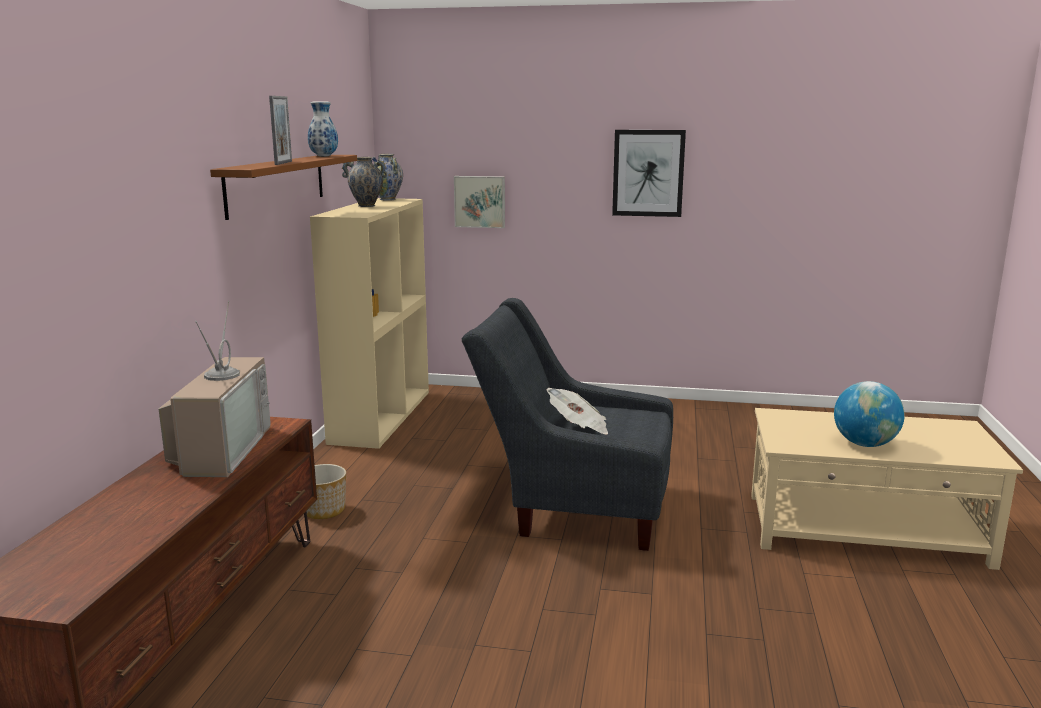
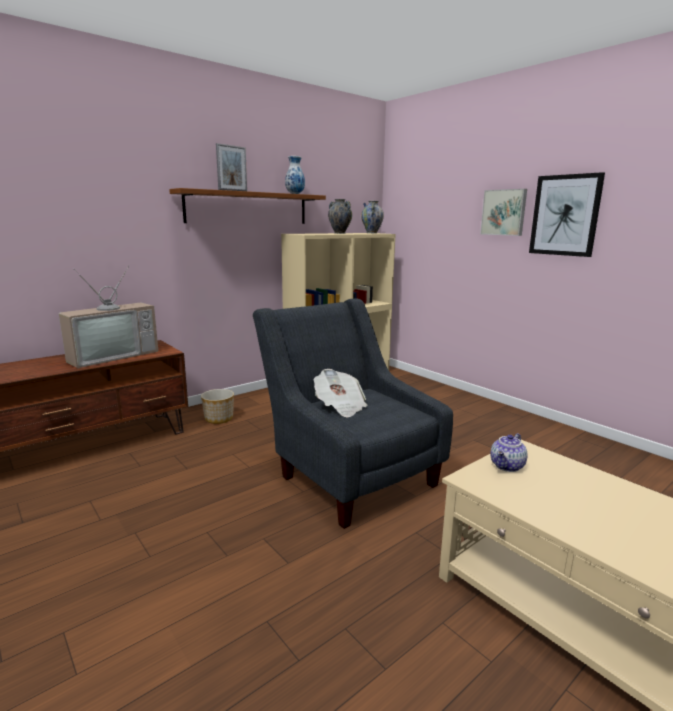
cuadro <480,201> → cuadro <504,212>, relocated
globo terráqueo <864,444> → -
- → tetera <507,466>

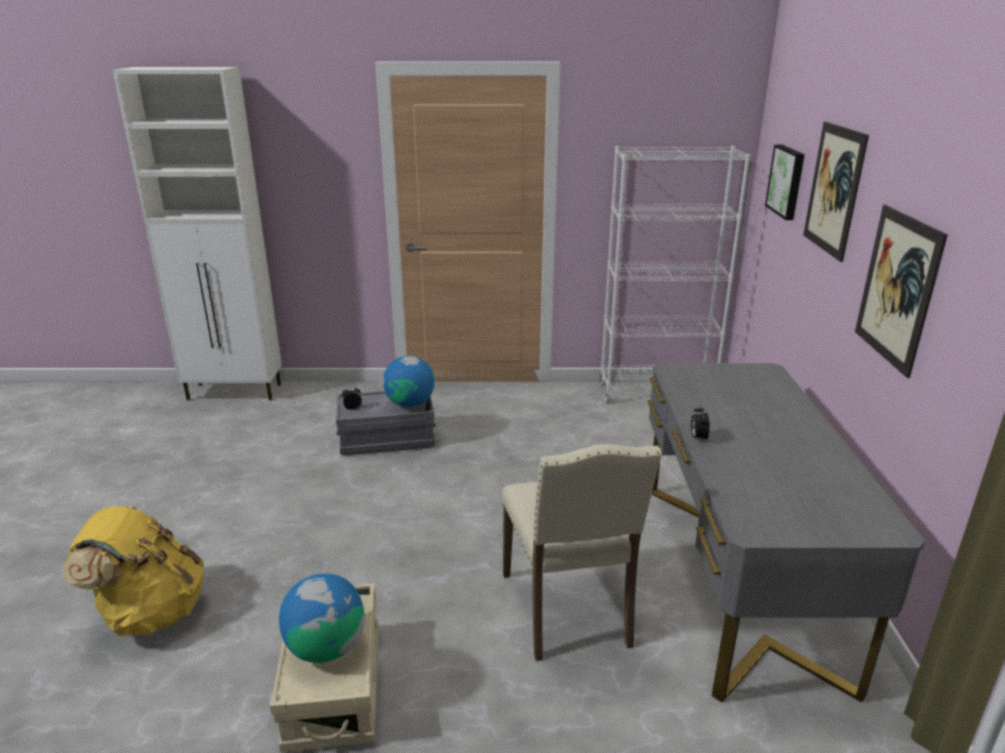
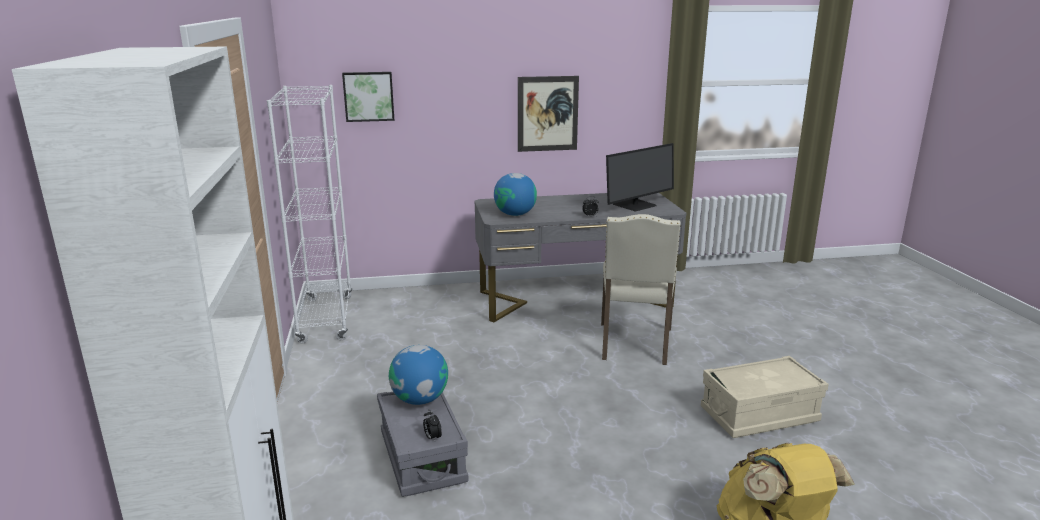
globo terráqueo <326,648> → globo terráqueo <515,214>, relocated
silla/beis <569,610> → silla/beis <634,344>, 120 degrees clockwise
cuadro <834,190> → -
- → monitor <635,205>

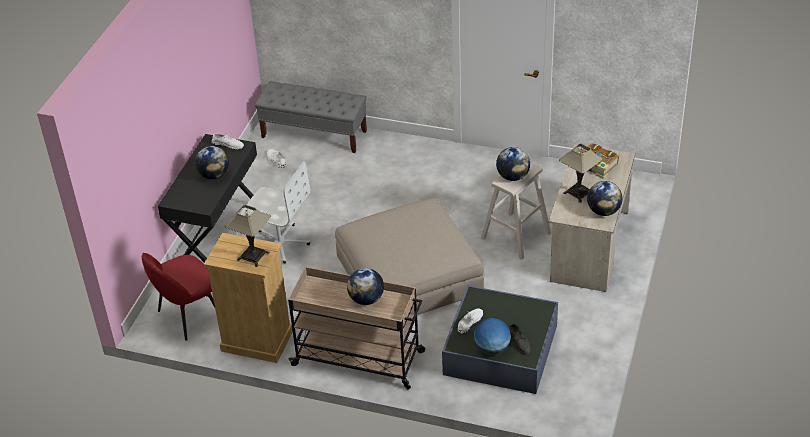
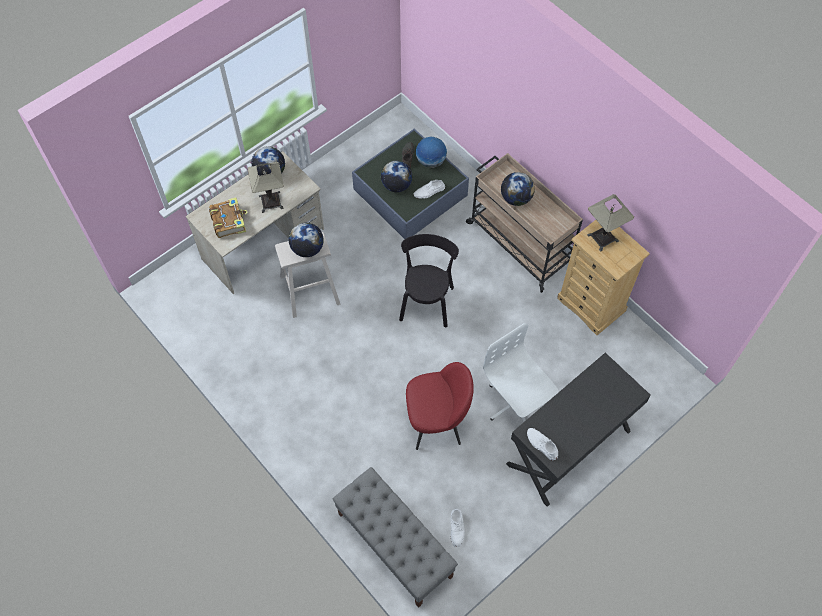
silla/rojo <188,316> → silla/rojo <437,421>, relocated
globo terráqueo <214,175> → globo terráqueo <396,185>, relocated
puf/beis <409,274> → silla/negro <427,301>

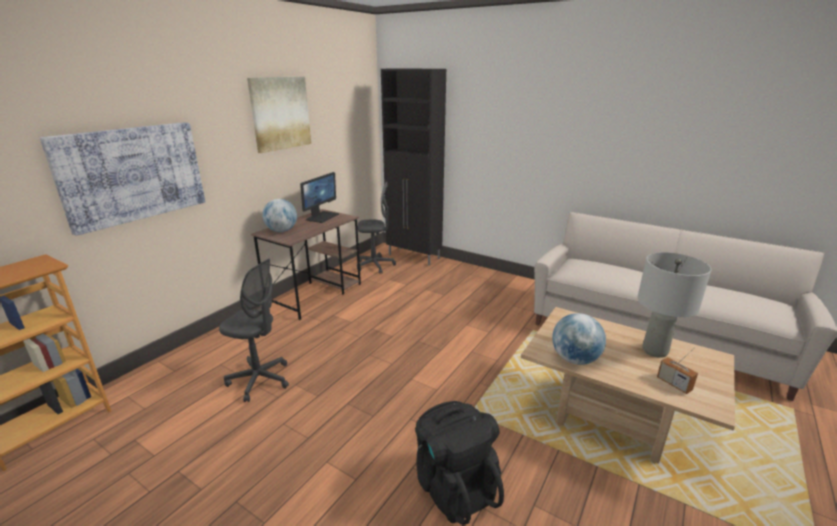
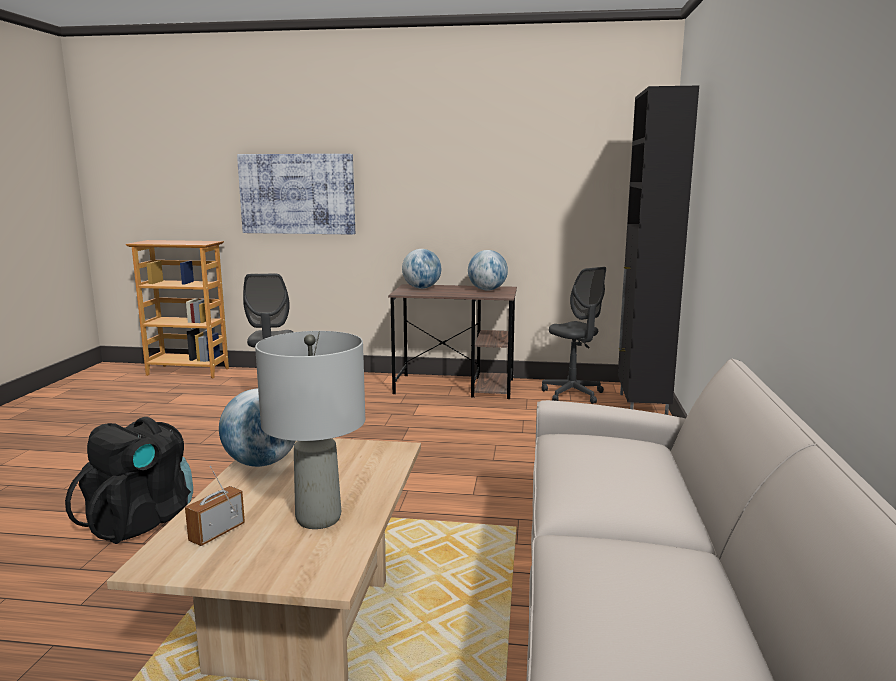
cuadro <280,113> → -
monitor <322,217> → globo terráqueo <487,290>

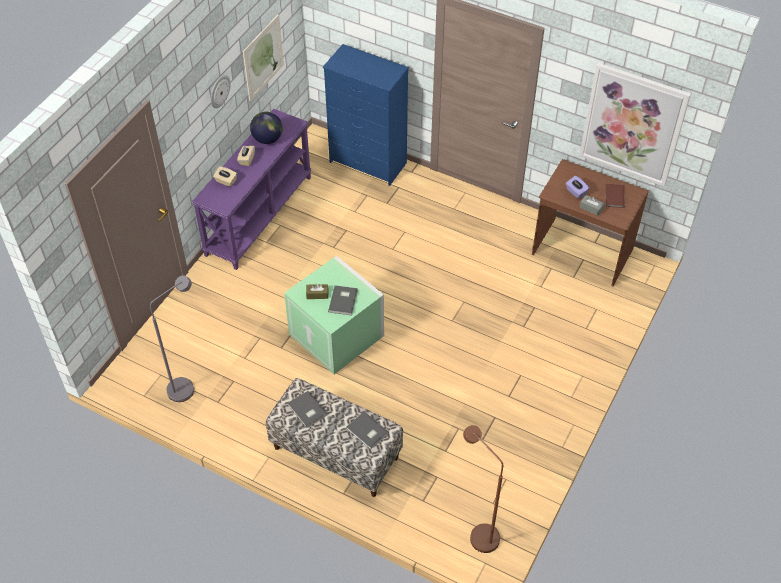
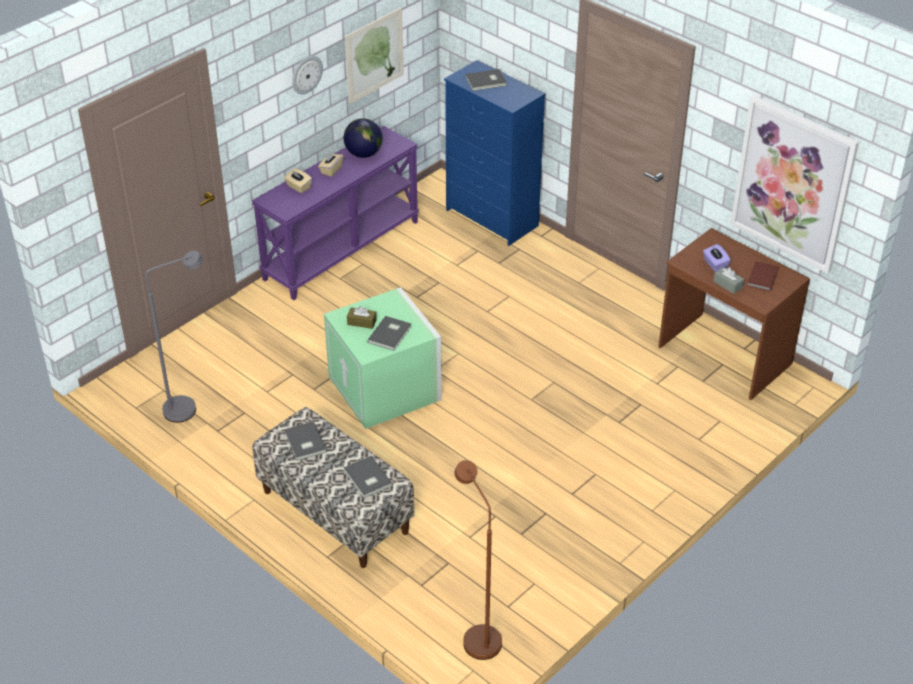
- → libro/gris <486,81>

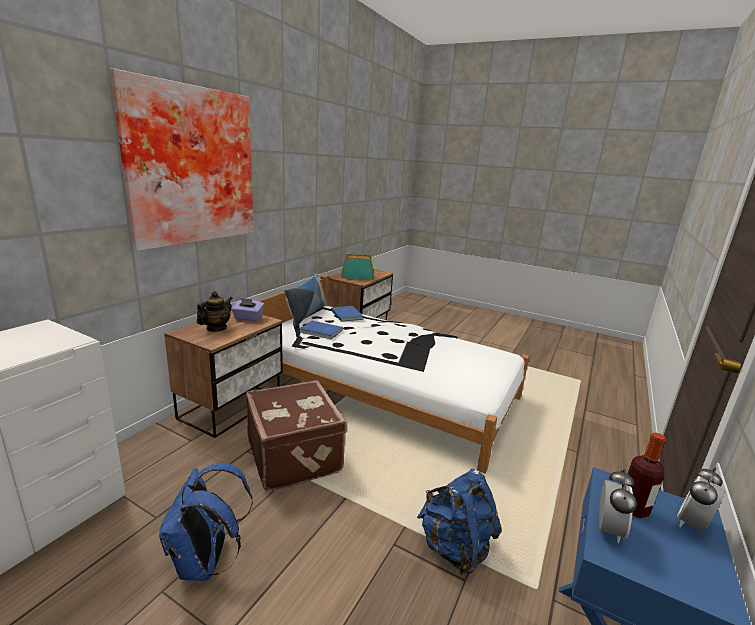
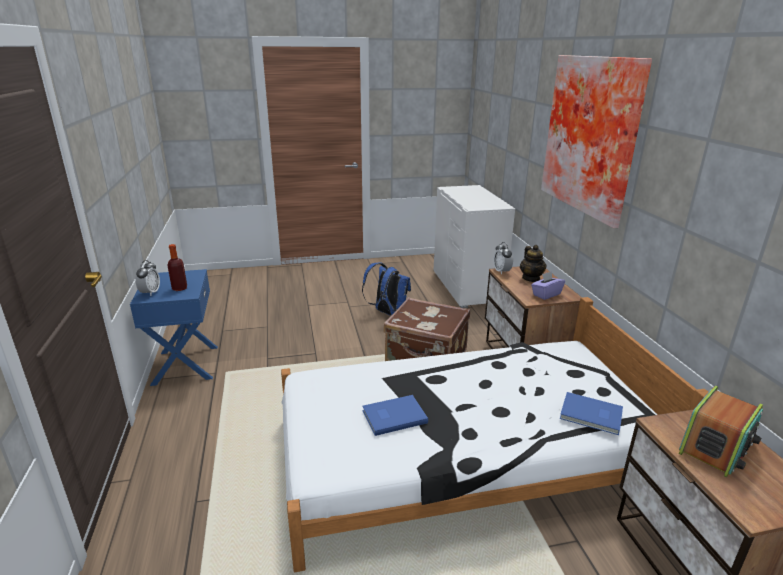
cojín <306,314> → -
libro/azul <321,331> → libro/azul <393,416>, relocated
mochila/azul <455,547> → -
despertador <608,529> → despertador <501,271>, relocated

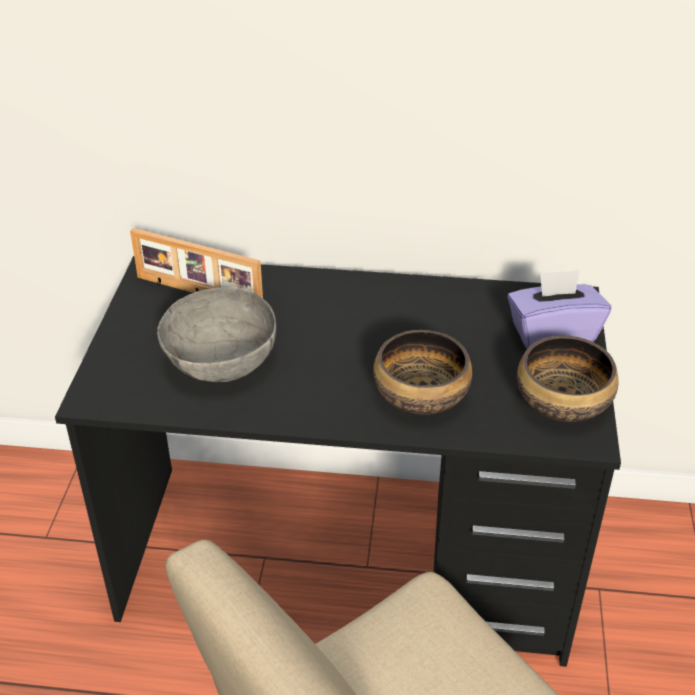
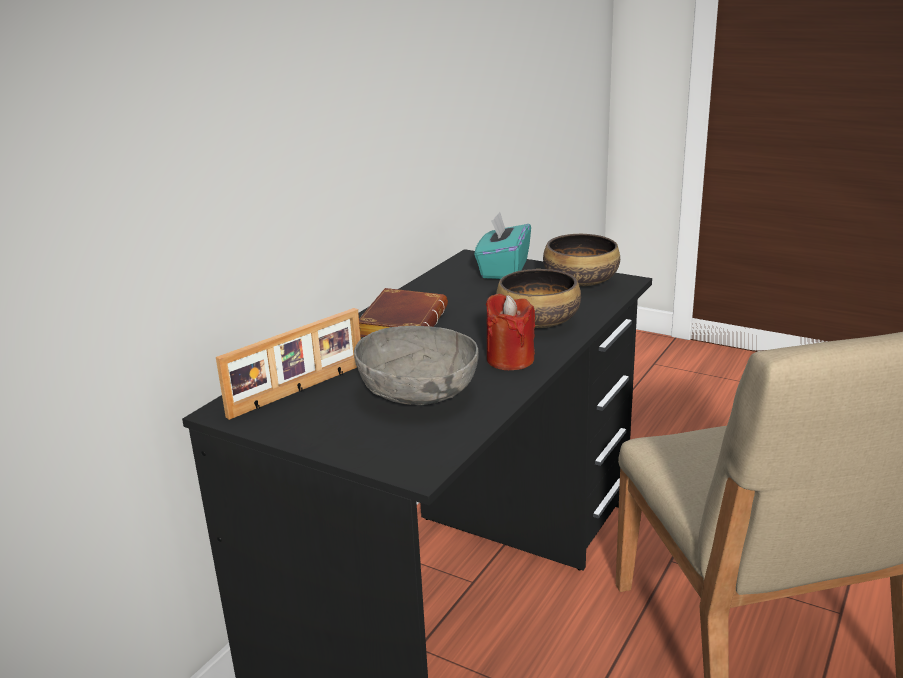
caja de pañuelos/morado <552,333> → caja de pañuelos/turquesa <503,270>
- → libro/marrón <401,324>
- → vela/rojo <510,360>

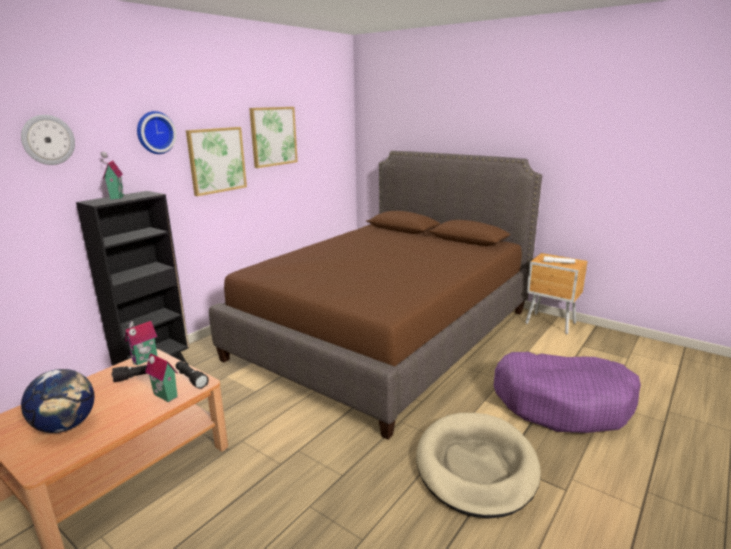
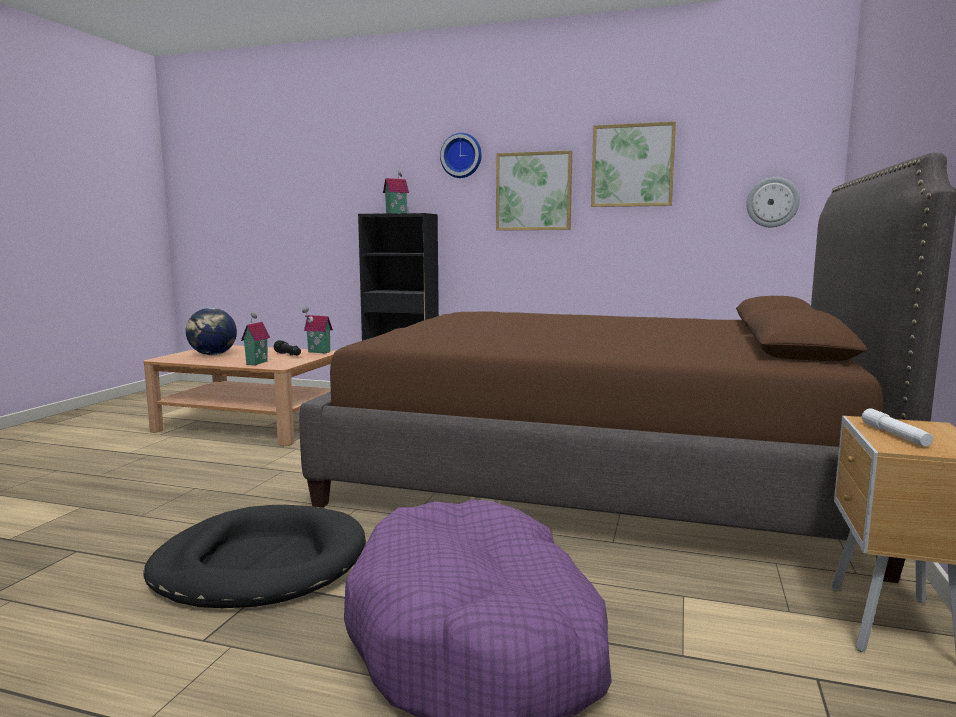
reloj de pared <48,140> → reloj de pared <772,202>, relocated
linterna/negro <190,378> → -
cama para perro/beis <476,466> → cama para perro/negro <260,564>

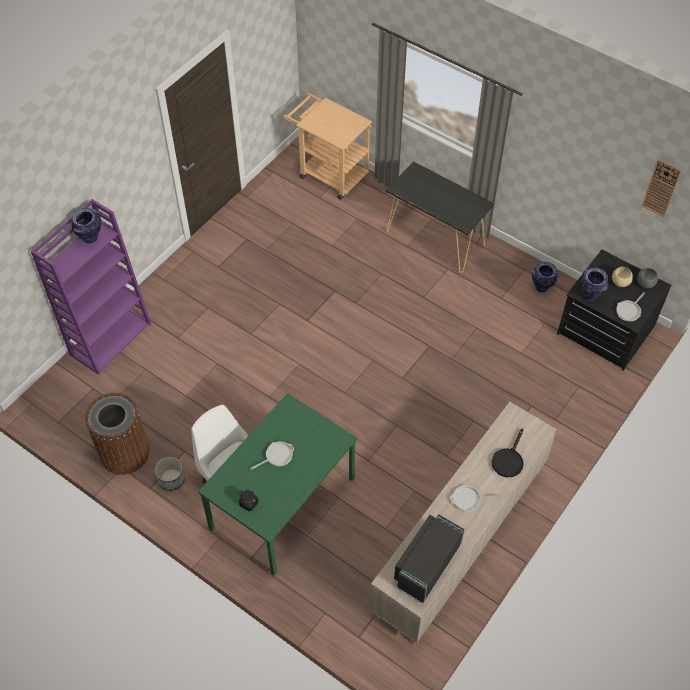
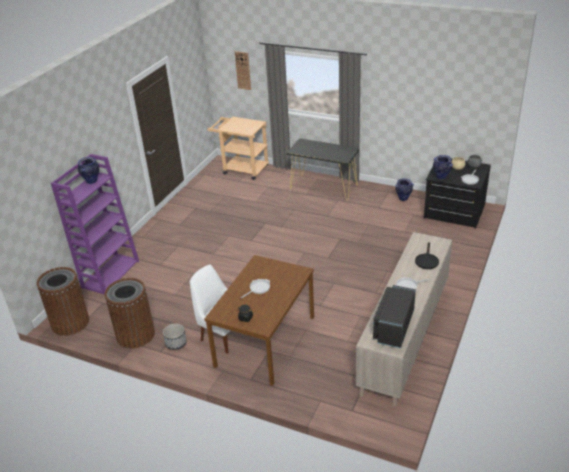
mesa de comedor/verde <283,504> → mesa de comedor/marrón <265,341>
reloj de pared <661,187> → reloj de pared <243,70>, relocated
- → papelera/marrón <70,322>

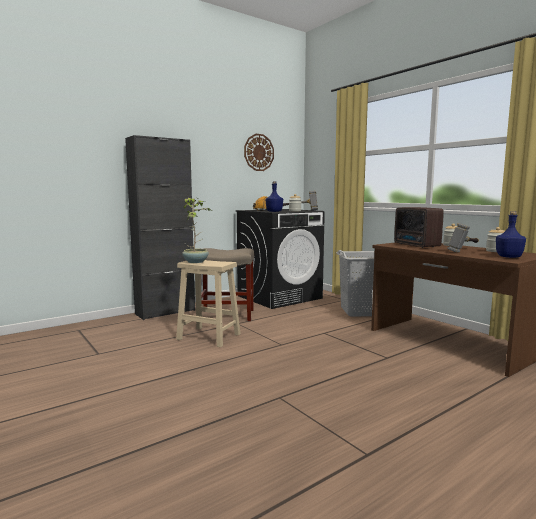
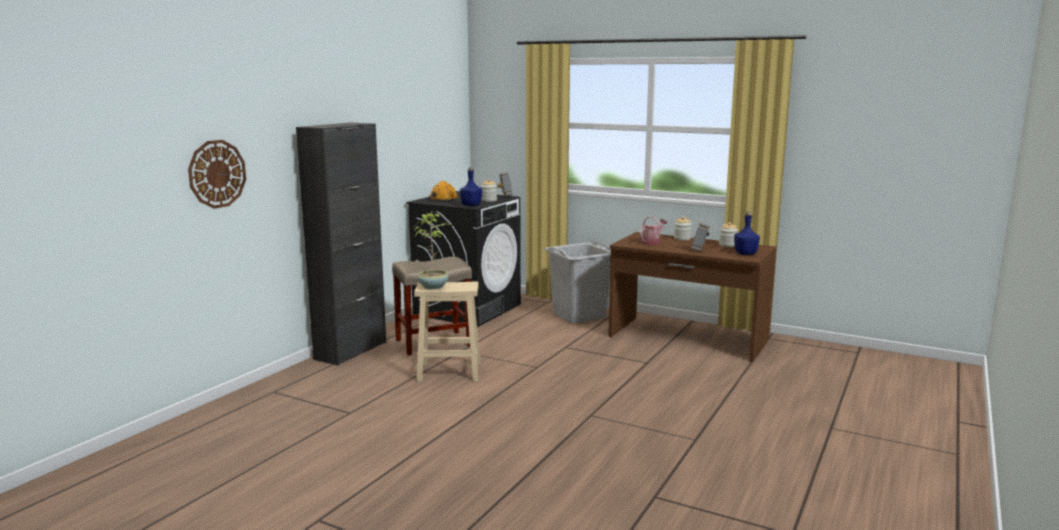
reloj de pared <258,152> → reloj de pared <217,174>, relocated
radio <416,245> → regadera <652,242>

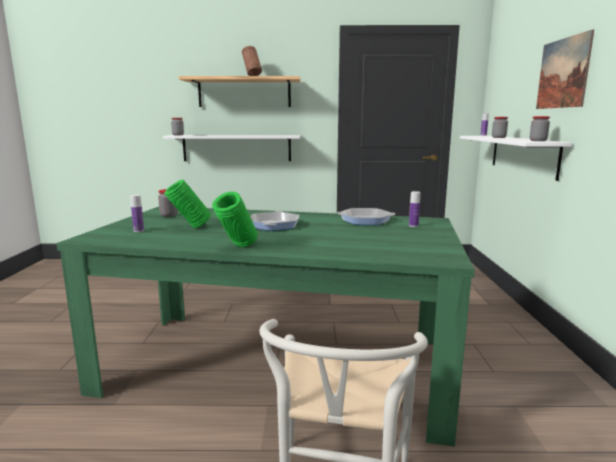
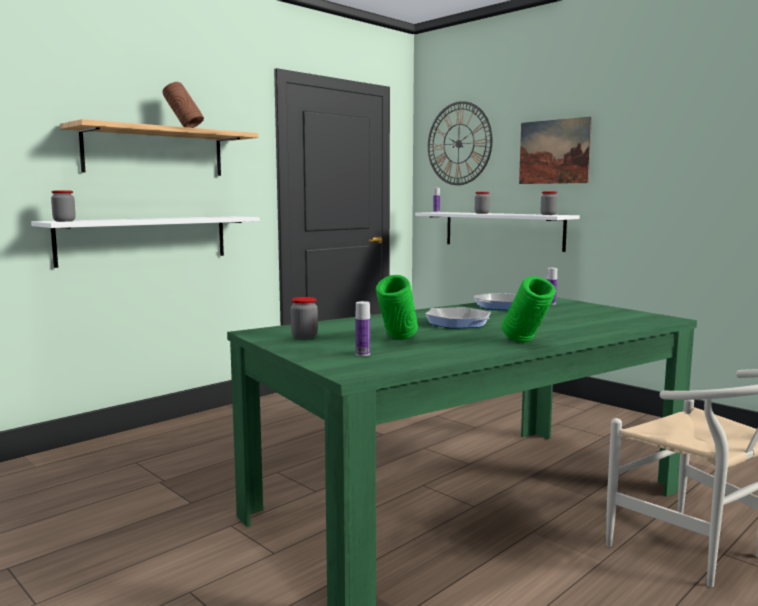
- → reloj de pared <458,143>

